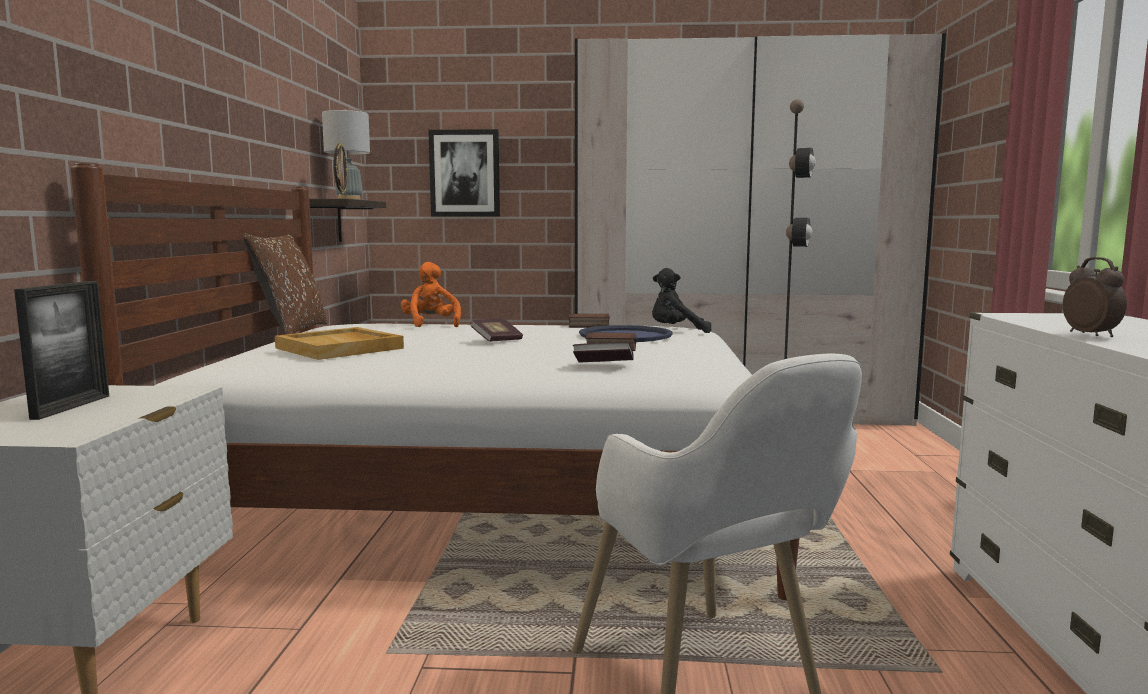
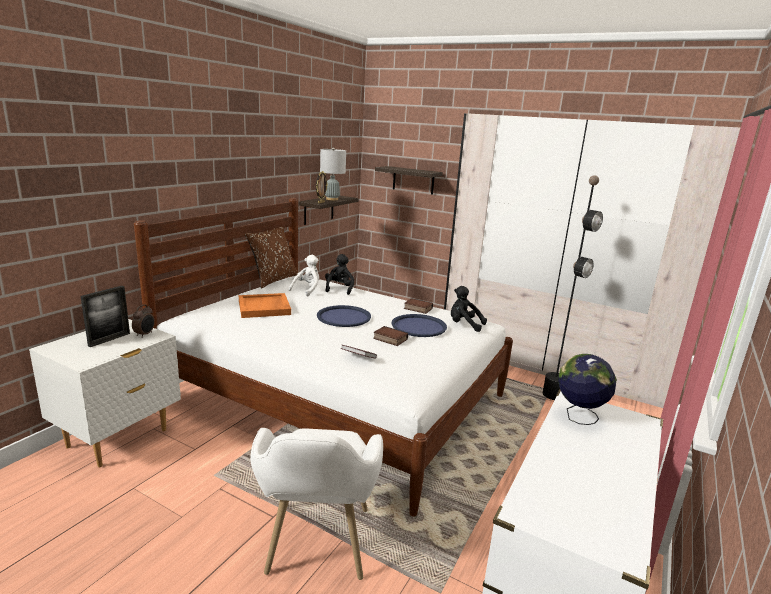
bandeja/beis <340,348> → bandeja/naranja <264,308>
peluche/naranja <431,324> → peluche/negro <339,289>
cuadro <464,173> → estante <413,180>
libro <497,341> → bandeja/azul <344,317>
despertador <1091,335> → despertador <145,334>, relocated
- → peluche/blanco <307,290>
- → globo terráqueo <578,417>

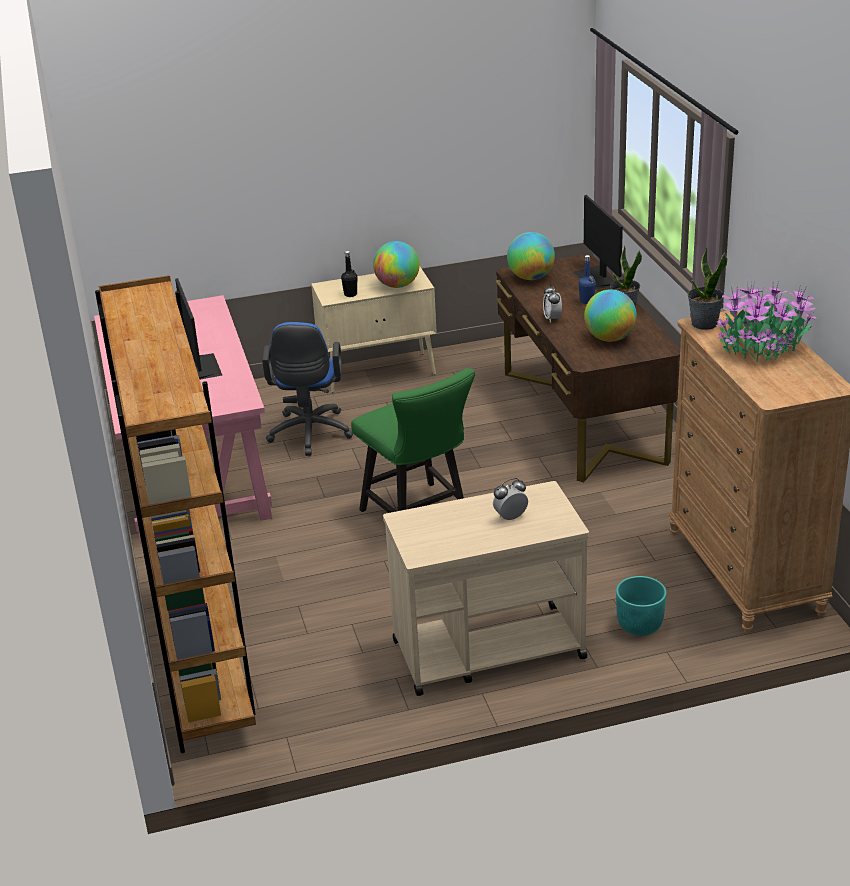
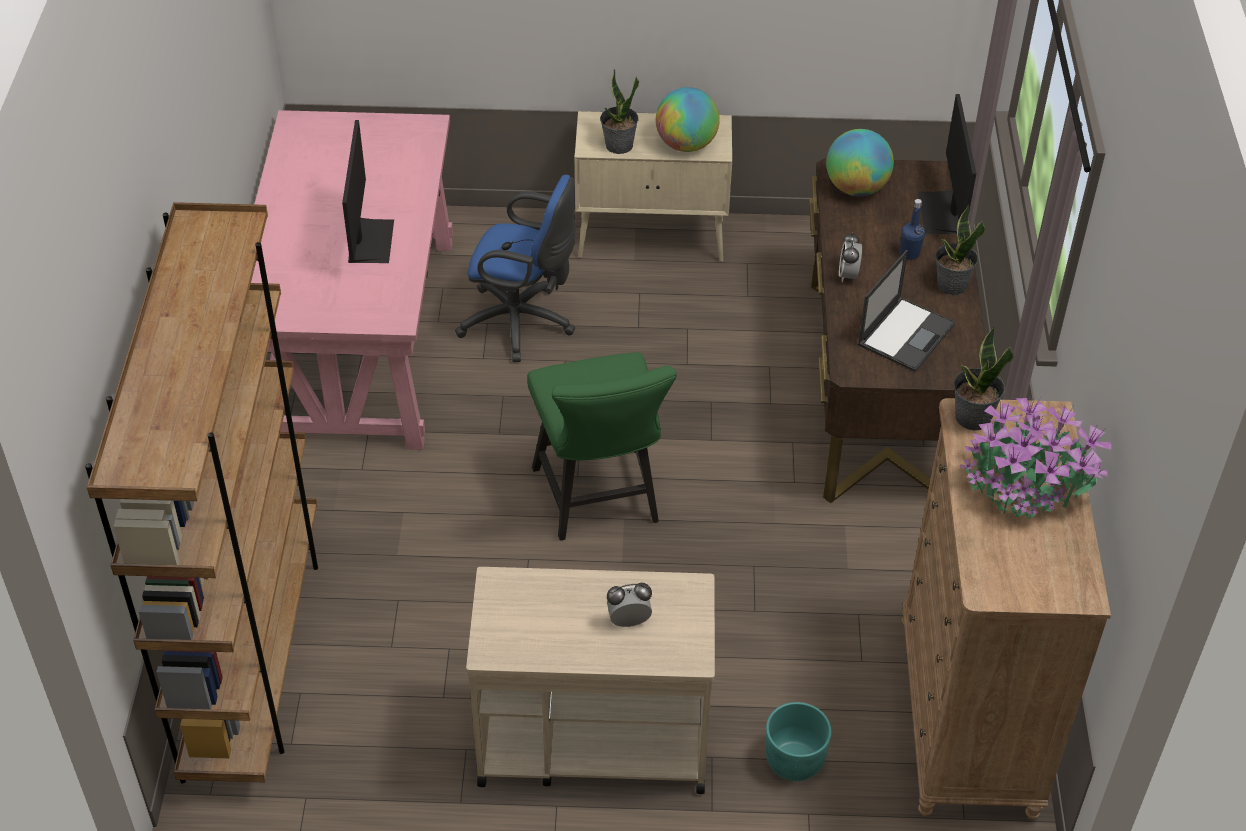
silla de oficina/azul <310,435> → silla de oficina/azul <522,323>, 90 degrees counterclockwise
botella/negro <350,294> → planta en maceta <619,145>
globo terráqueo <609,338> → portátil <906,334>

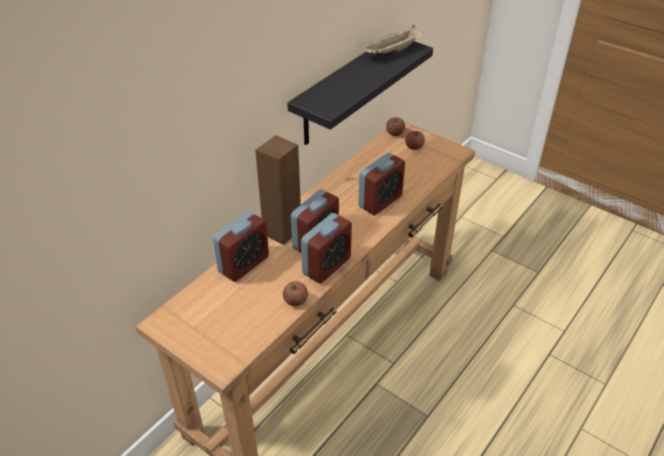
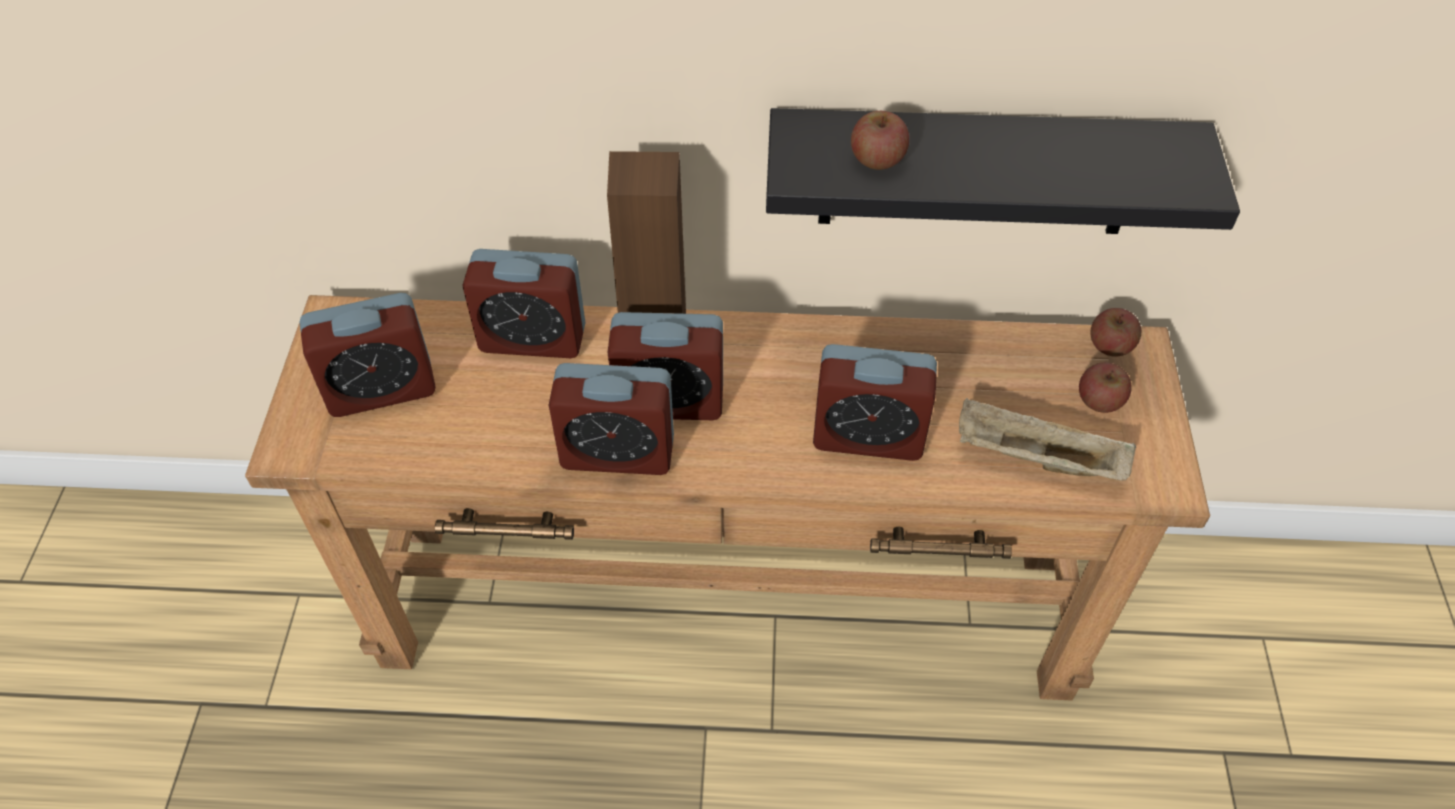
manzana <295,301> → manzana <877,159>, relocated
bandeja/beis <391,52> → bandeja/beis <1035,459>, relocated
- → despertador <381,389>

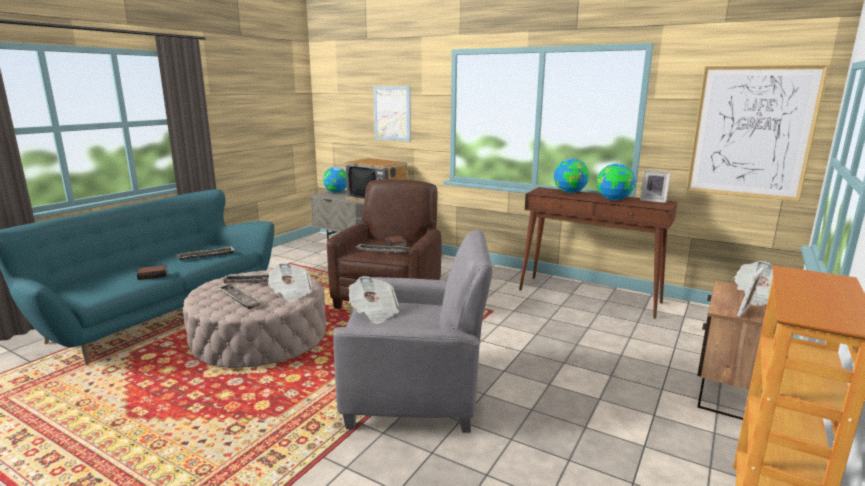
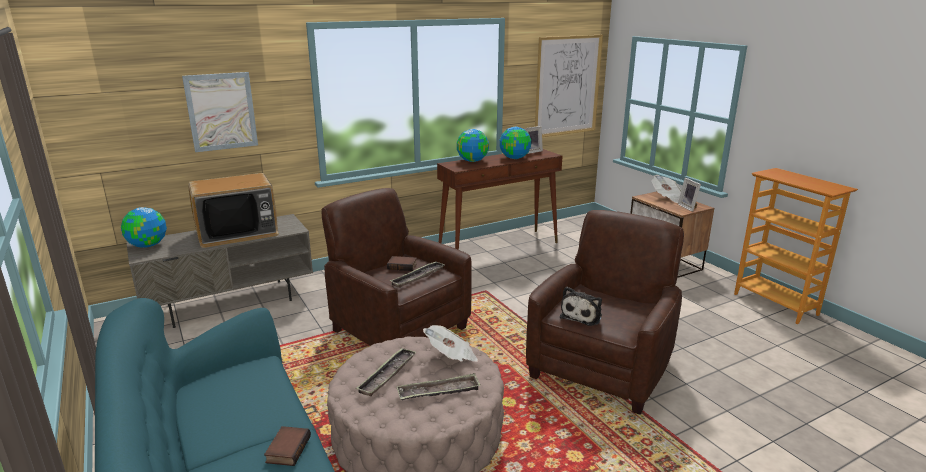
bandeja <206,256> → -
sillón/gris <415,393> → sillón/marrón <601,368>
periódico <374,312> → peluche <582,315>

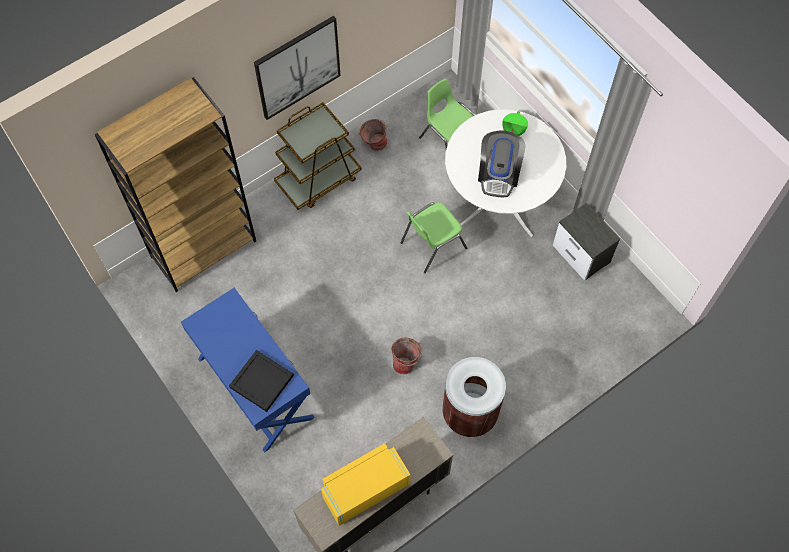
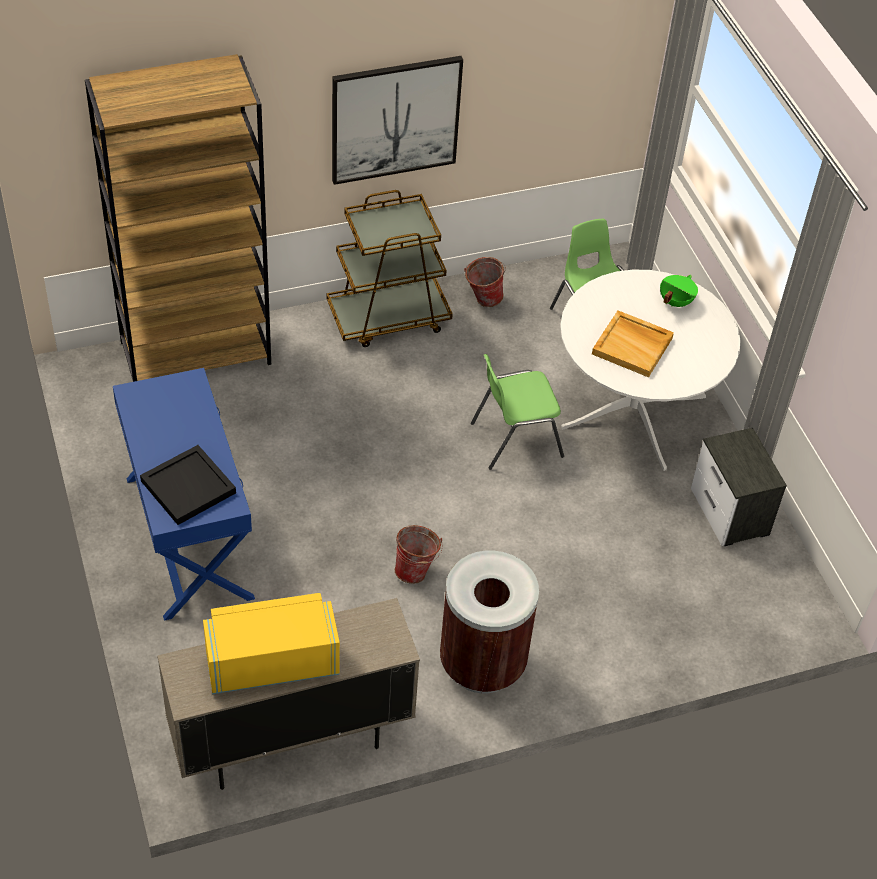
cafetera <498,174> → bandeja/beis <633,346>

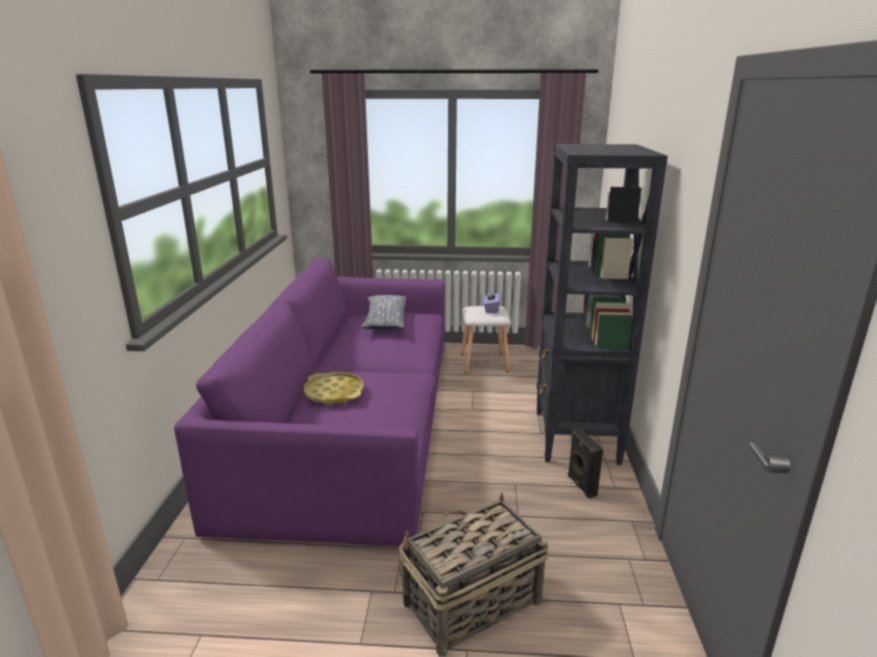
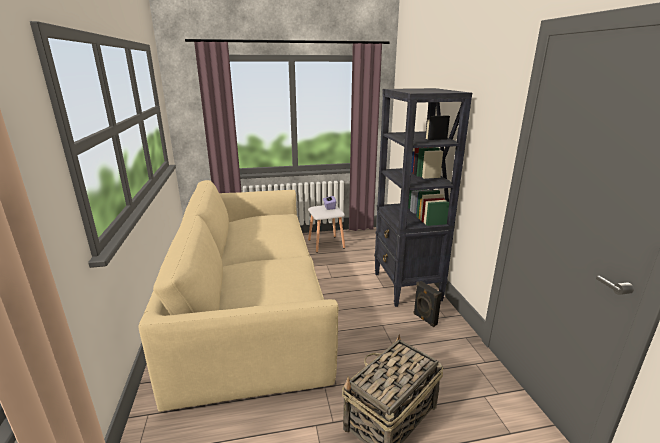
sofá/morado <351,424> → sofá/beis <250,300>
bandeja/amarillo <334,393> → -
cojín <385,320> → -

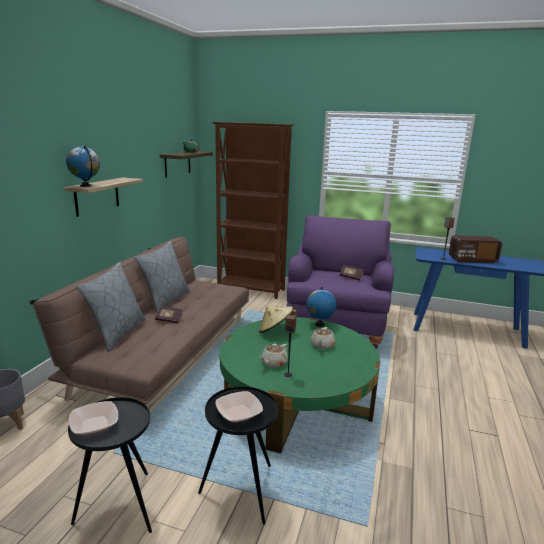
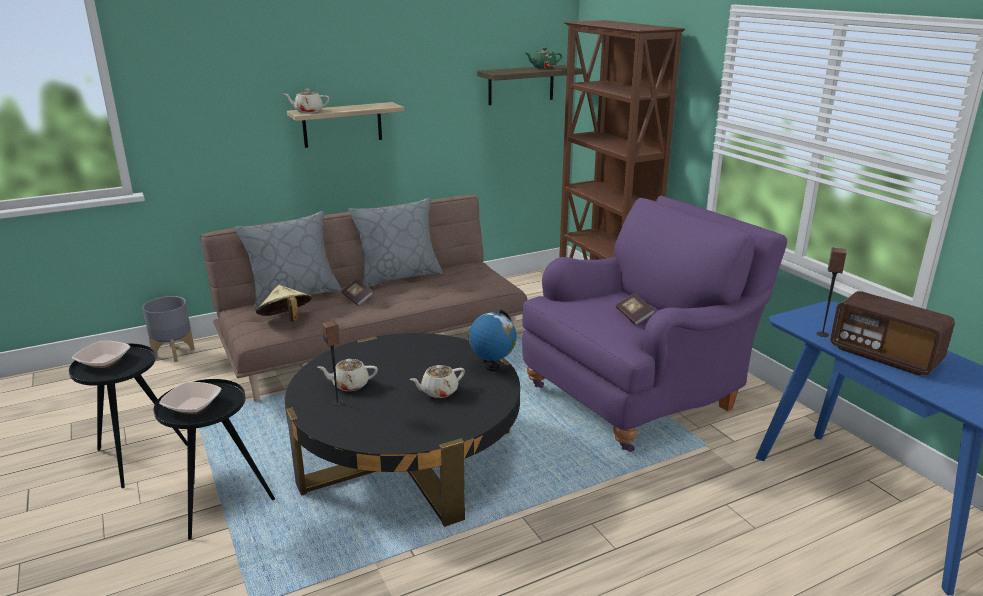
globo terráqueo <86,186> → tetera/beis <308,111>
mesa de centro/verde <296,401> → mesa de centro/negro <408,457>
sombrero/beis <275,331> → sombrero/beis <286,320>, relocated

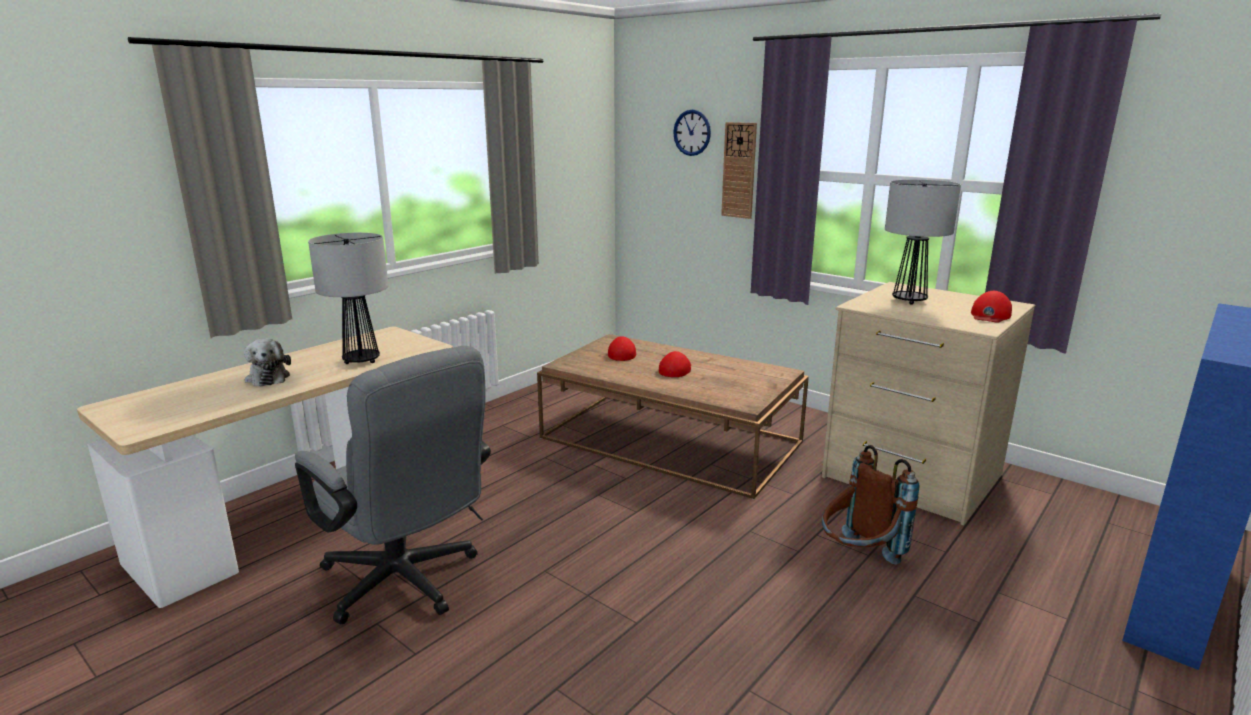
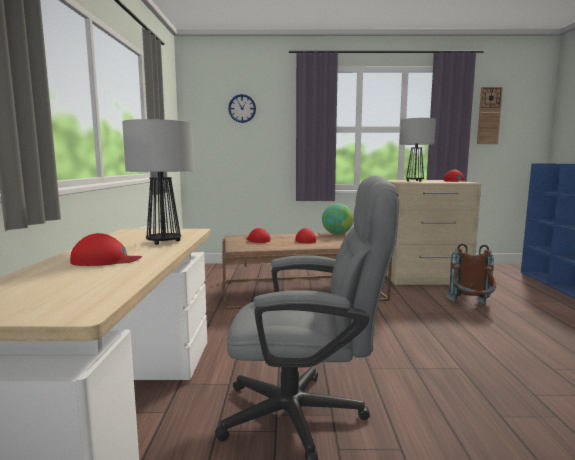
peluche <268,377> → gorra/rojo <105,260>
reloj de pared <739,170> → reloj de pared <489,116>, relocated
- → globo terráqueo <337,234>

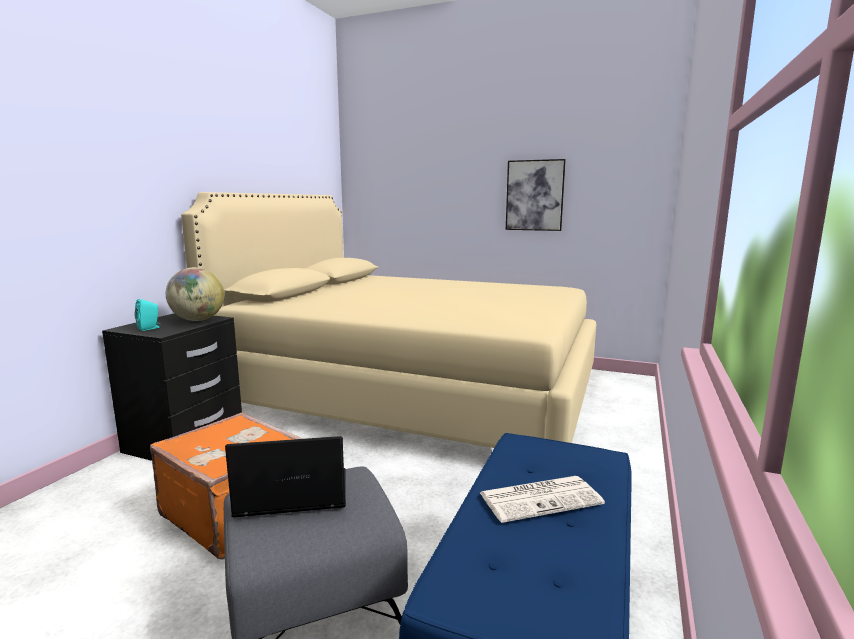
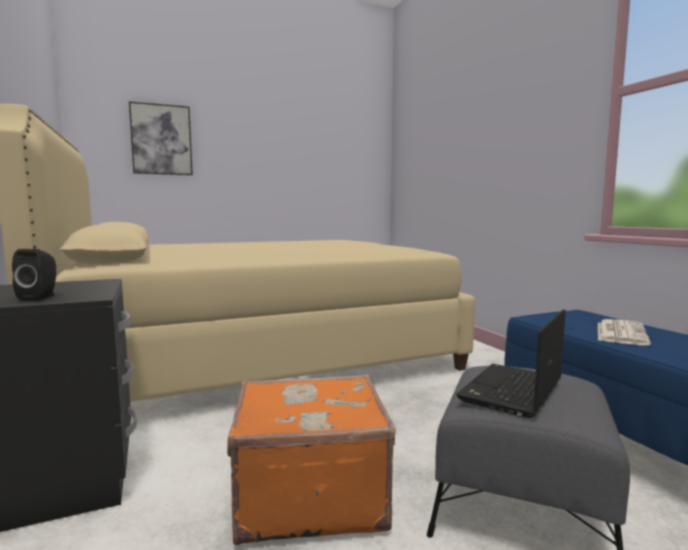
altavoz/turquesa <150,328> → altavoz/negro <40,297>
globo terráqueo <198,320> → -
cuadro <534,195> → cuadro <161,139>, relocated

